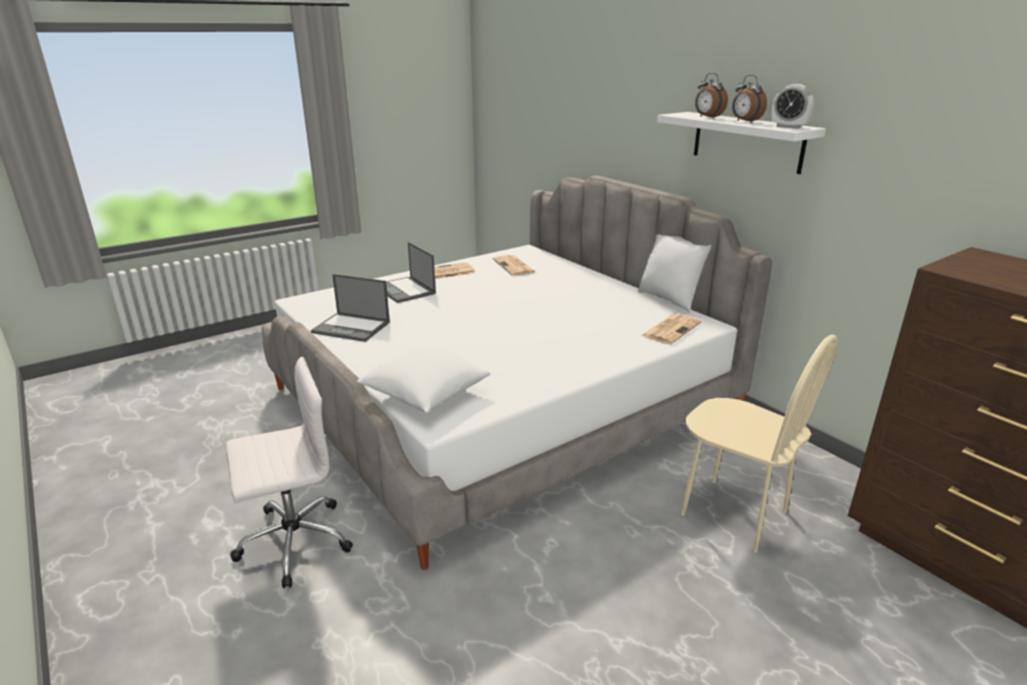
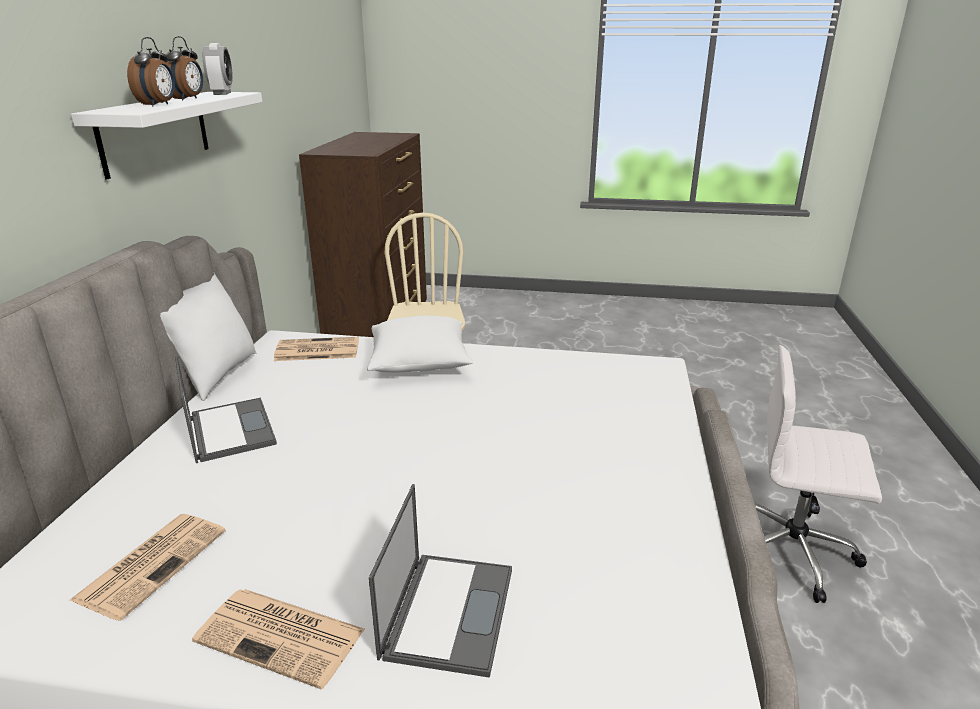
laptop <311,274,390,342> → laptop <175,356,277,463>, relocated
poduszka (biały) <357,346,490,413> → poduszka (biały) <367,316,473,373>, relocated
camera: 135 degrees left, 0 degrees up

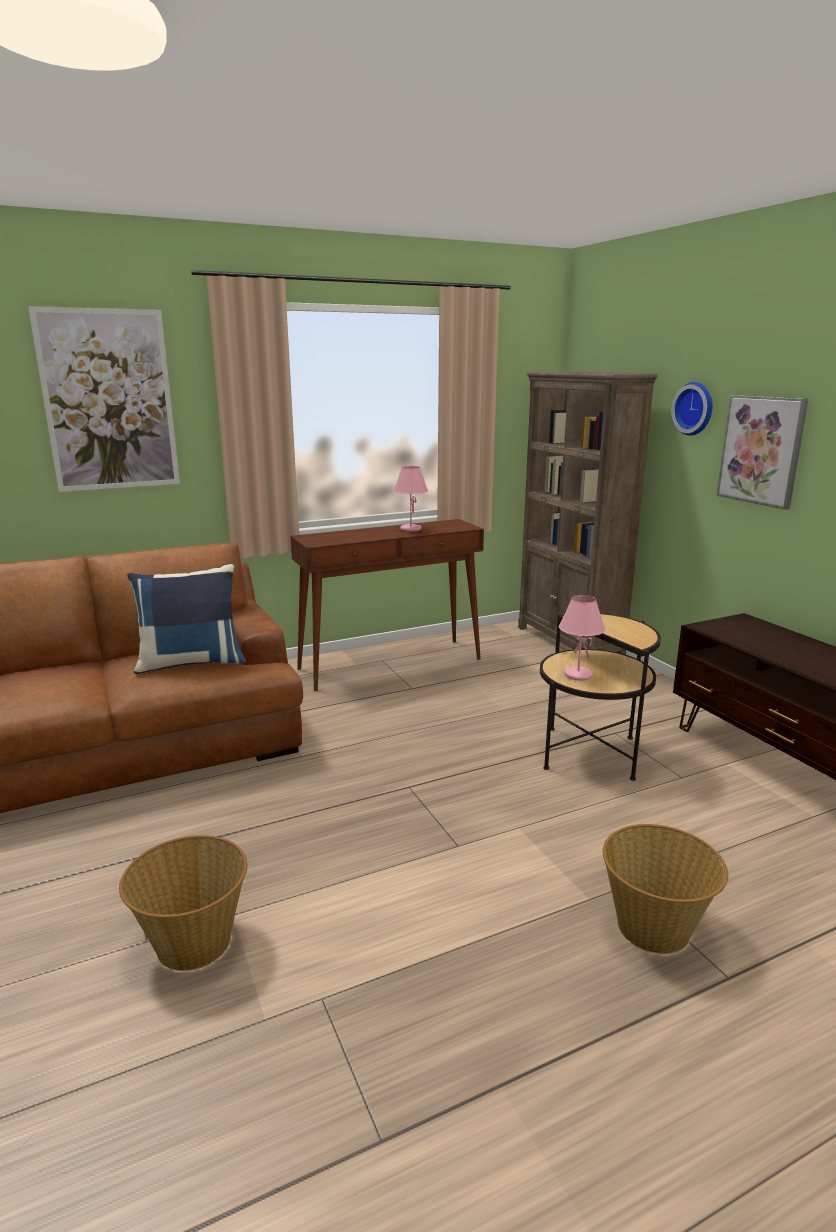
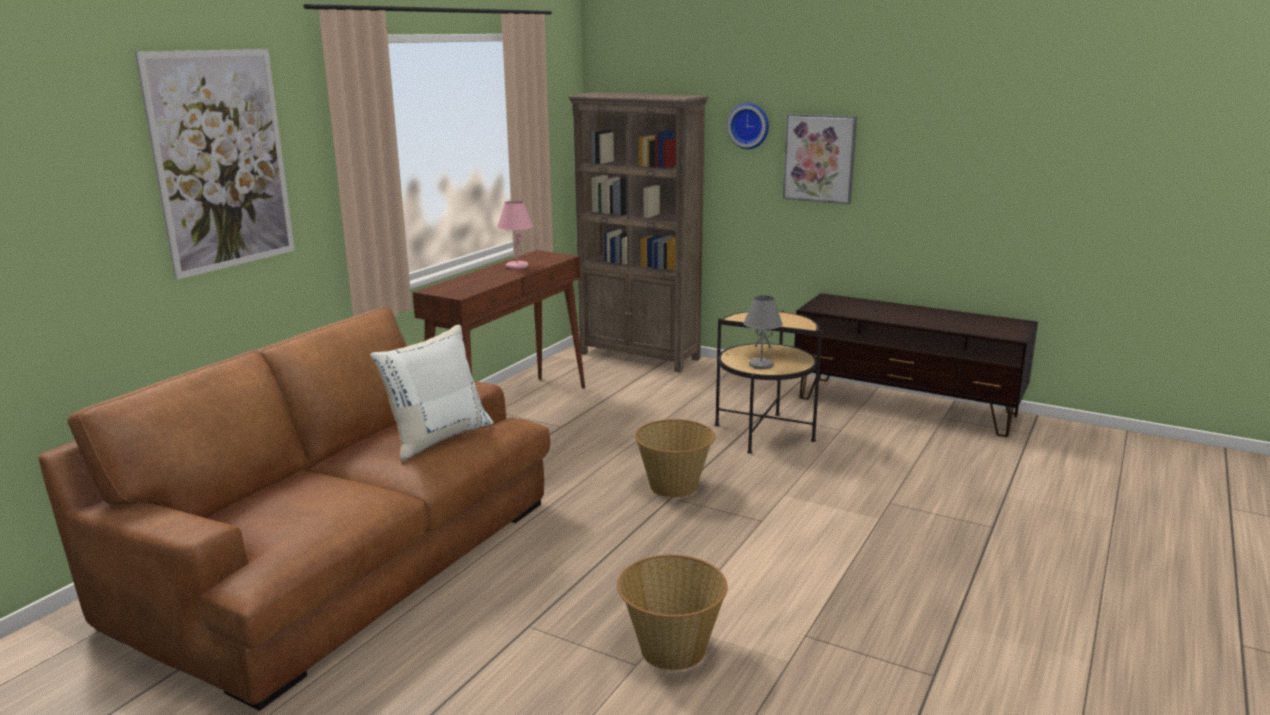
poduszka (niebieski) <127,564,246,674> → poduszka (biały) <370,325,494,461>
lampa stołowa (różowy) <559,595,605,680> → lampa stołowa (szary) <743,295,783,369>
koszyk <603,824,728,954> → koszyk <635,419,715,498>, relocated
camera: 35 degrees left, 0 degrees up

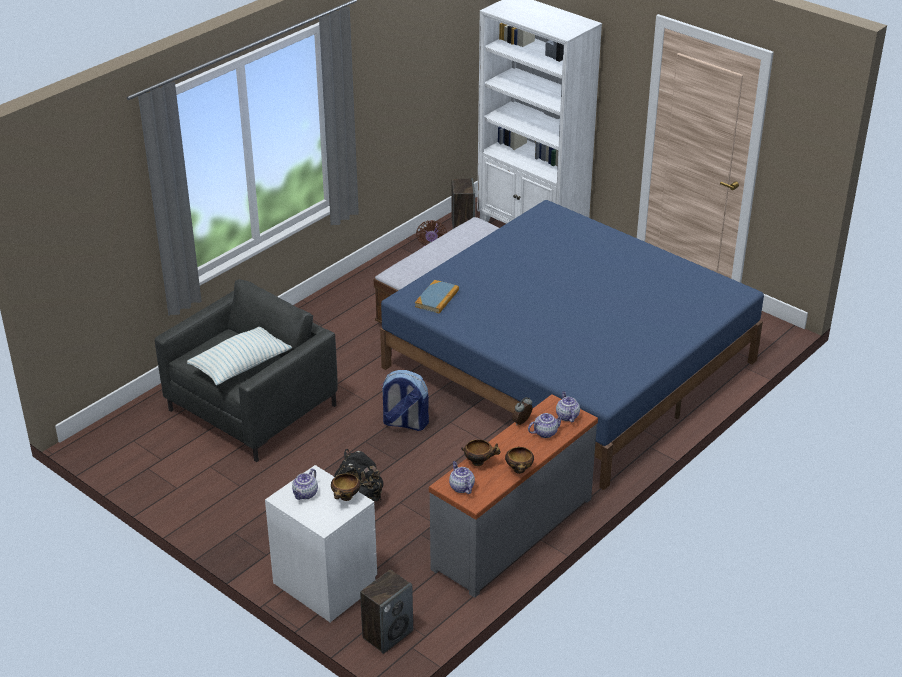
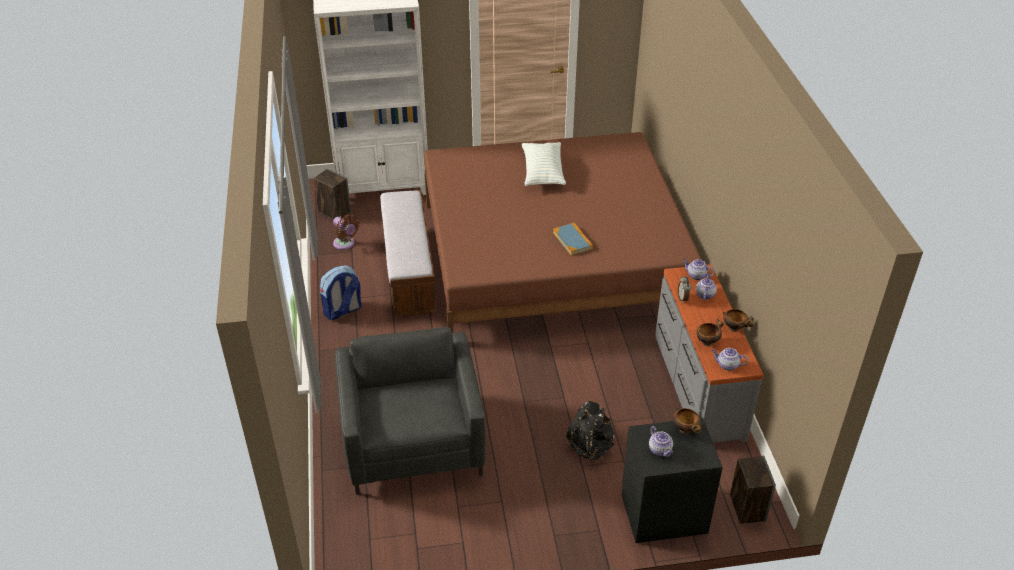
poduszka <187,327,292,385> → poduszka <522,142,566,186>, relocated
szafka nocna (biały) <265,465,377,622> → szafka nocna (czarny) <622,418,723,543>
łóżko (niebieski) <380,200,764,490> → łóżko (brązowy) <424,132,702,333>
plecak <381,370,429,431> → plecak <320,265,362,320>, relocated
książka <415,280,459,313> → książka <553,223,593,256>, relocated
camera: 50 degrees left, 5 degrees up

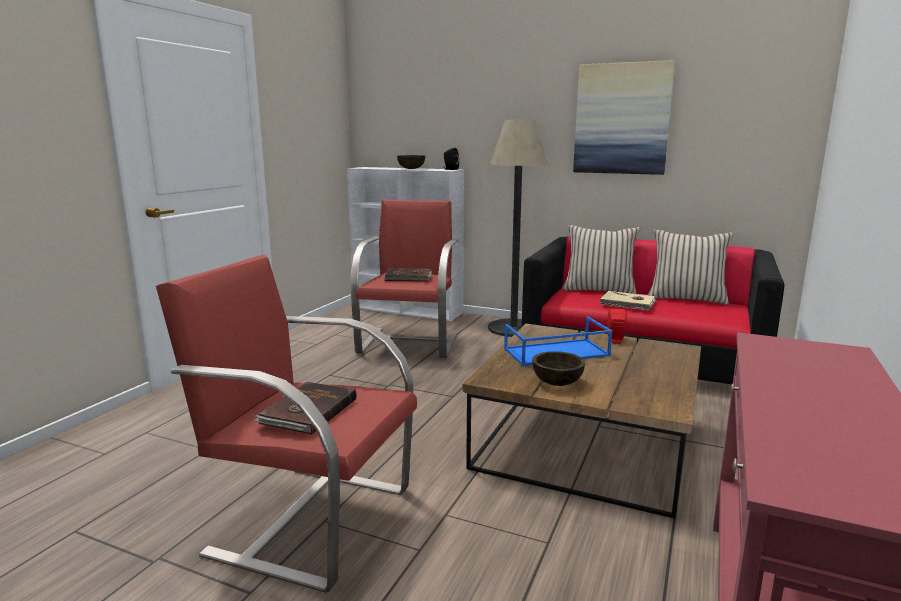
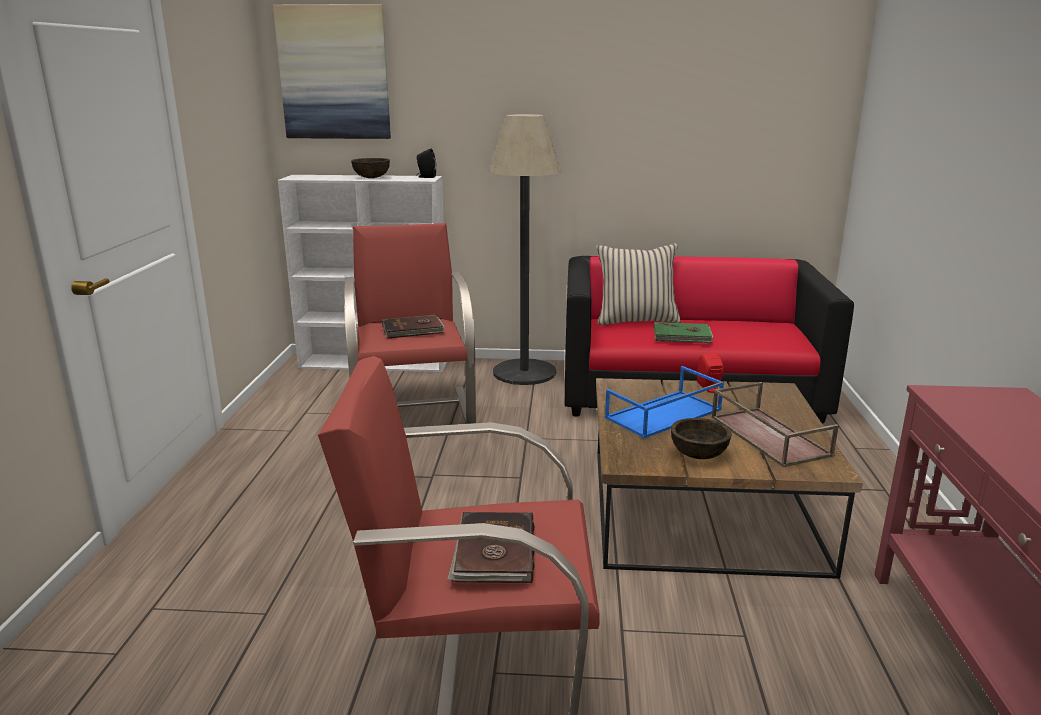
obraz <573,60,675,175> → obraz <273,4,391,139>, relocated
książka (beżowy) <599,291,656,311> → książka (zielony) <654,322,714,343>
poduszka (beżowy) <648,230,734,305> → -
- → taca (brązowy) <711,382,839,468>
camera: 20 degrees left, 5 degrees up

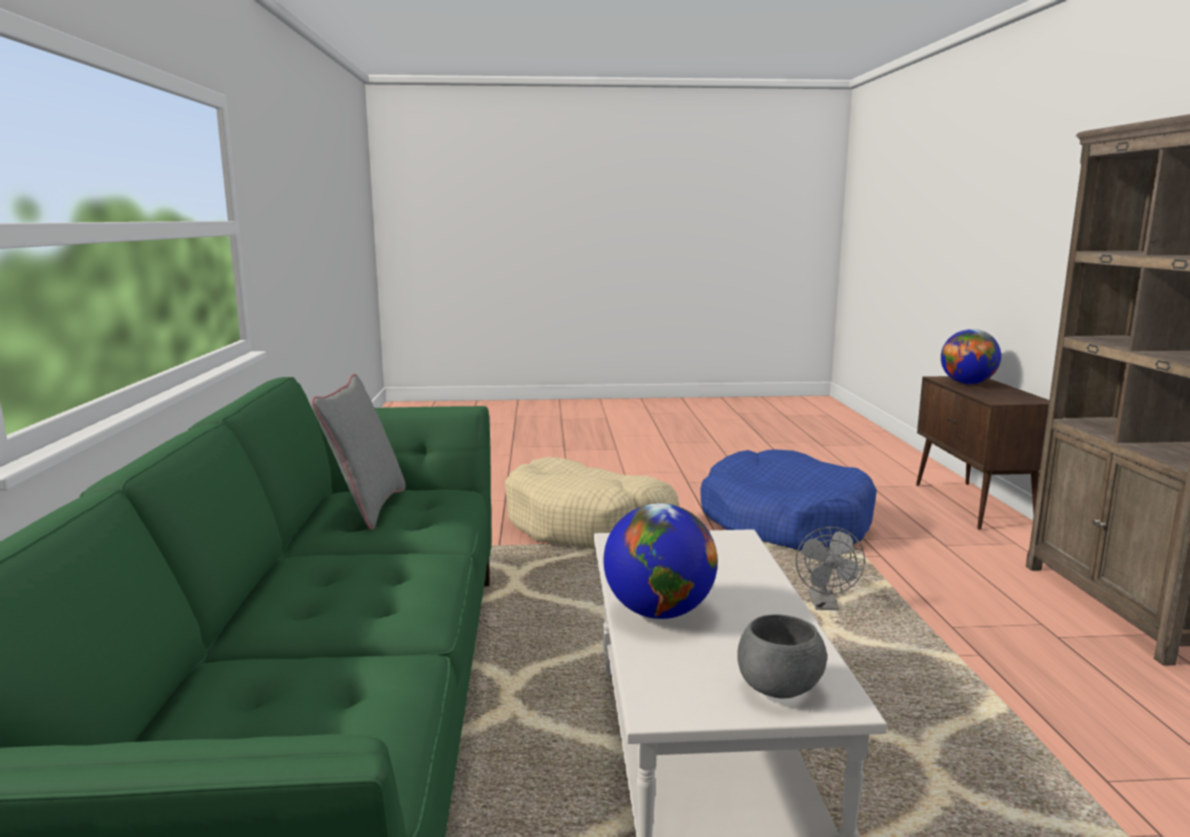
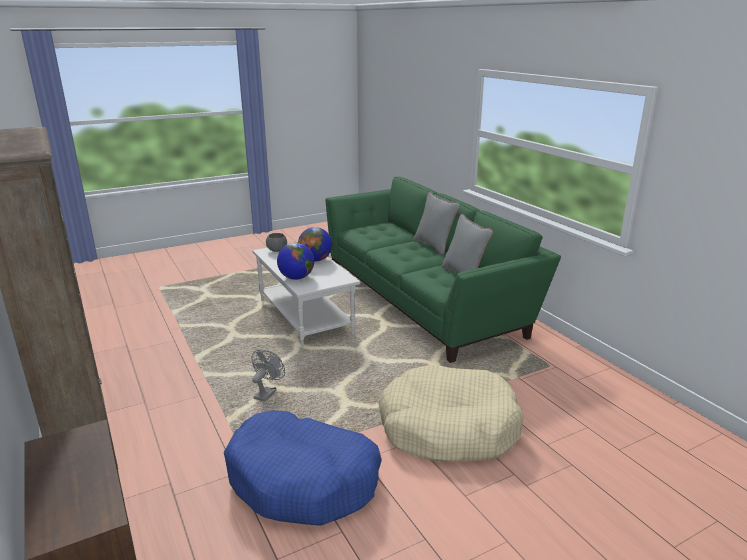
wentylator (szary) <796,527,865,610> → wentylator (szary) <251,350,285,402>, 45 degrees clockwise
globus <941,329,1001,384> → globus <277,243,314,280>, relocated
- → poduszka (szary) <414,192,460,255>
camera: 155 degrees right, 10 degrees up

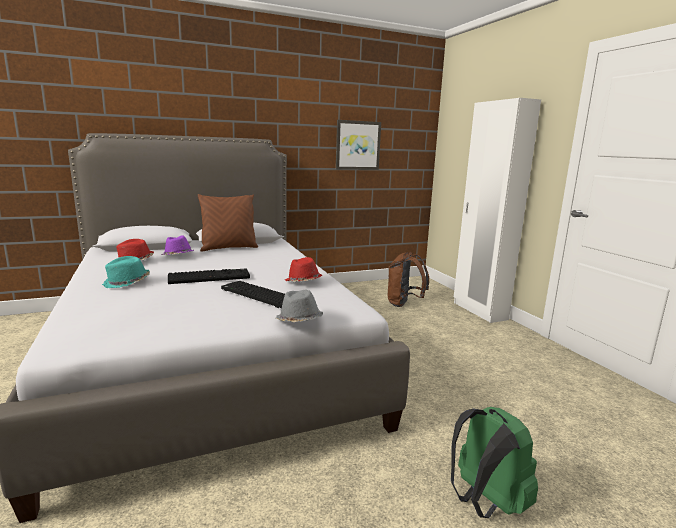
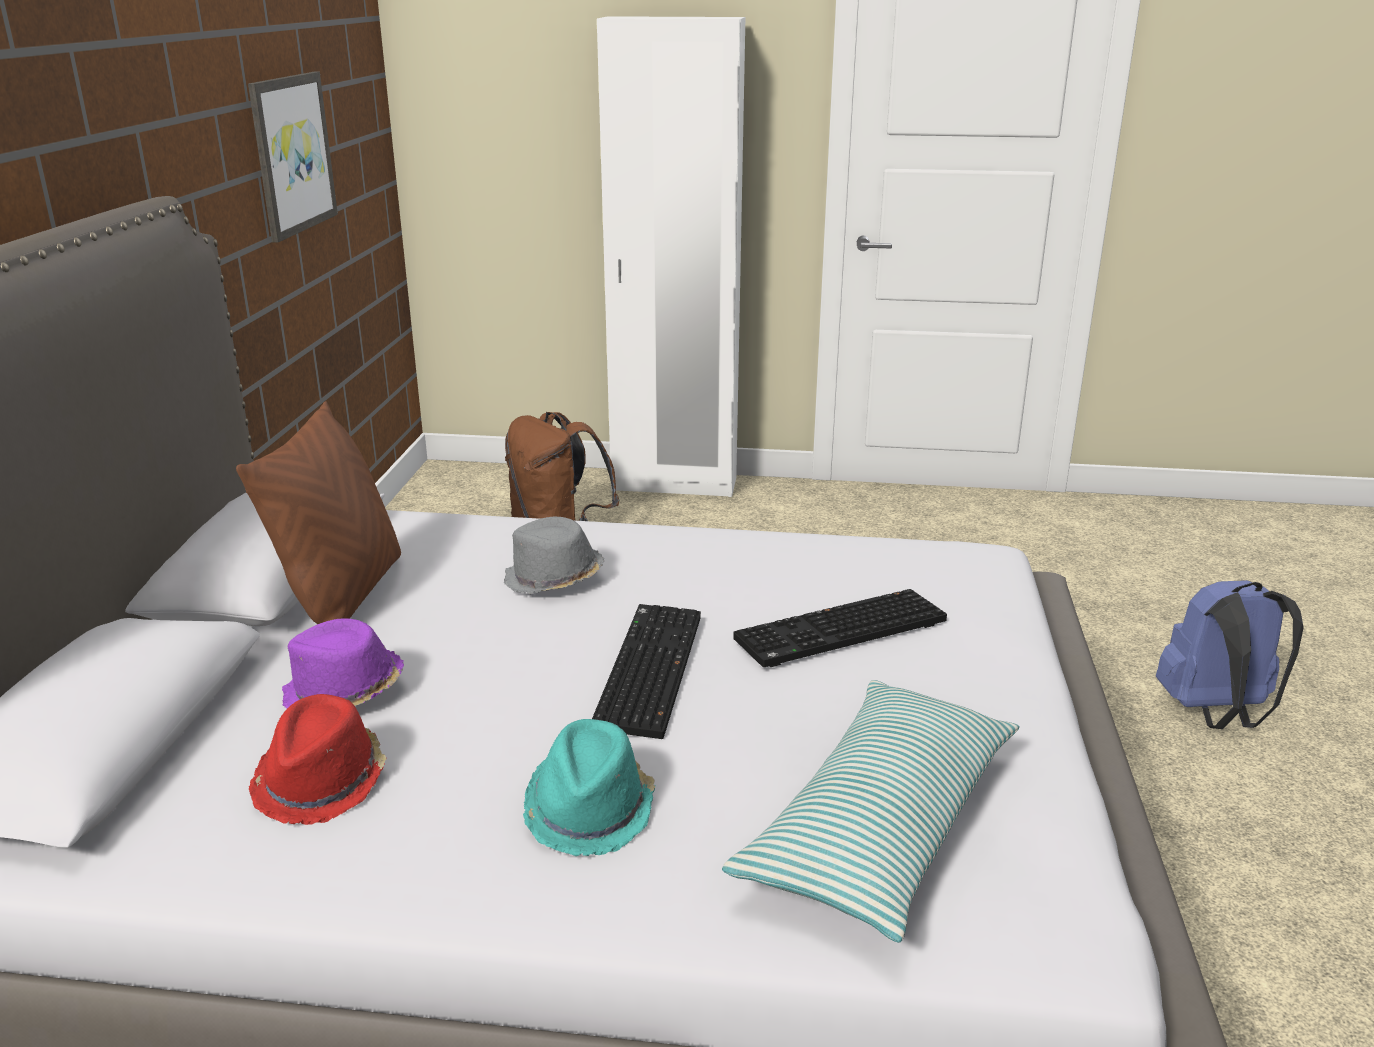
kapelusz (szary) <276,290,323,322> → kapelusz (szary) <504,517,604,594>, relocated
kapelusz (czerwony) <285,257,322,281> → -
plecak (zielony) <451,407,538,518> → plecak (niebieski) <1156,580,1304,729>
- → poduszka <722,680,1019,943>
camera: 60 degrees left, 10 degrees up

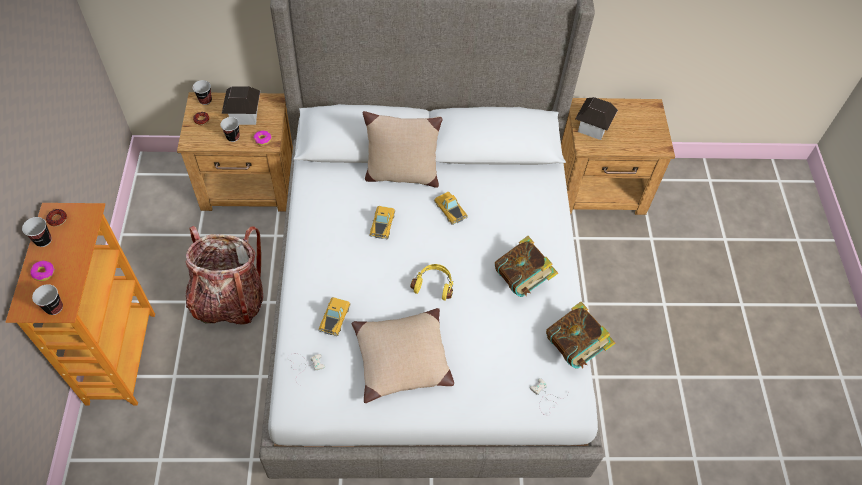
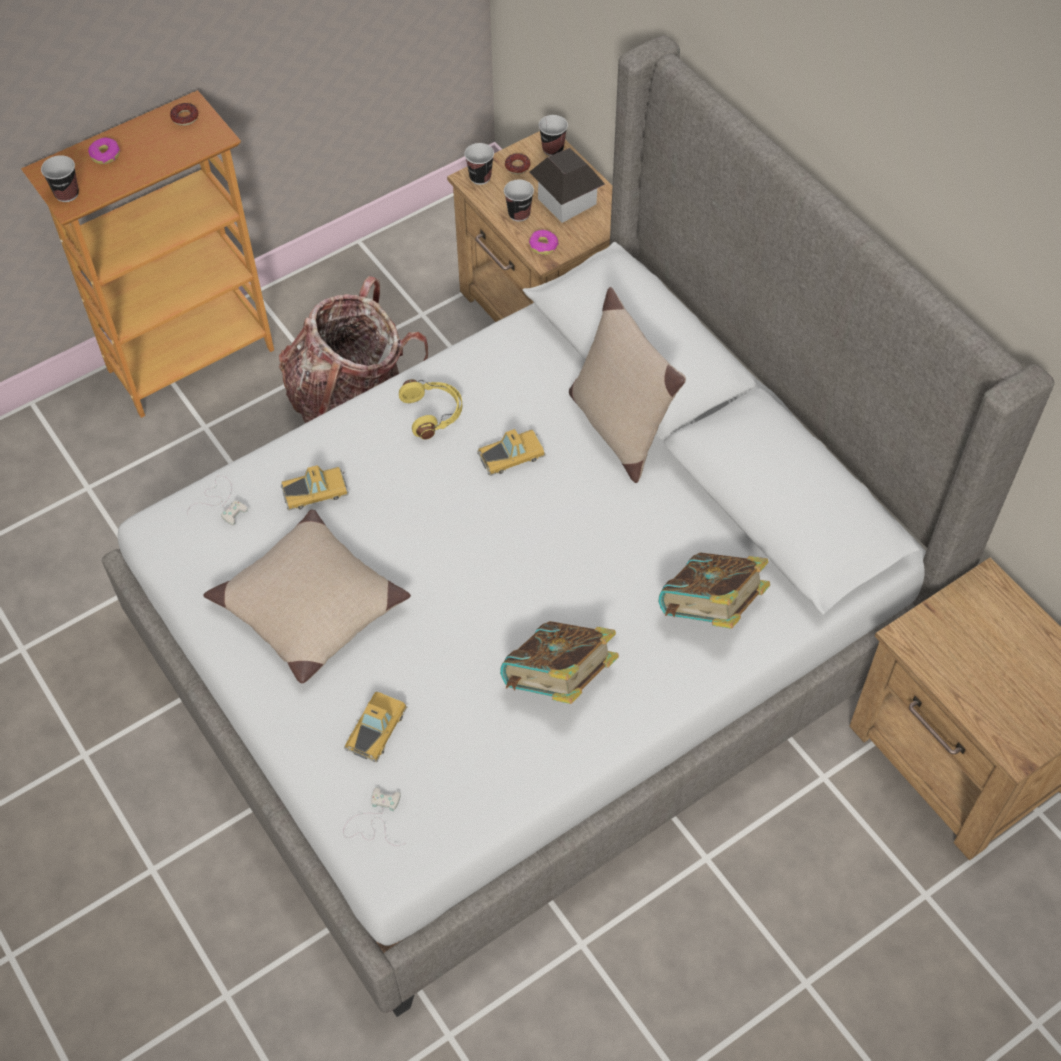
filiżanka <22,217,52,247> → filiżanka <465,143,494,185>, relocated
słuchawki (żółty) <410,264,453,301> → słuchawki (żółty) <399,379,462,440>, relocated
samochodzik <434,192,468,225> → samochodzik <344,692,407,763>, relocated
książka <546,302,616,369> → książka <658,552,770,629>, relocated
domek <575,97,618,140> → -
camera: 60 degrees right, 0 degrees up

